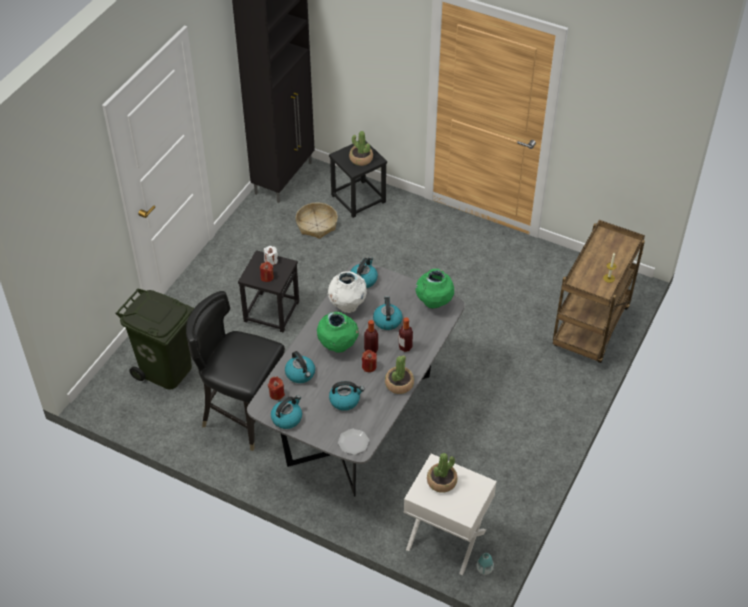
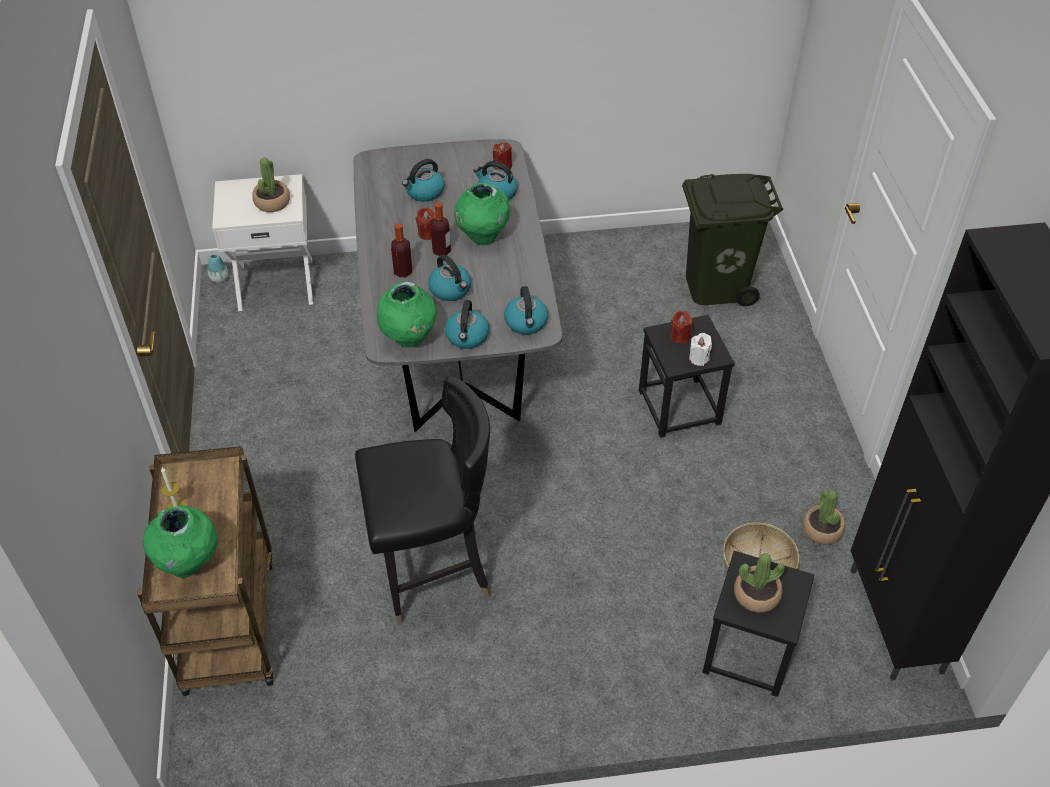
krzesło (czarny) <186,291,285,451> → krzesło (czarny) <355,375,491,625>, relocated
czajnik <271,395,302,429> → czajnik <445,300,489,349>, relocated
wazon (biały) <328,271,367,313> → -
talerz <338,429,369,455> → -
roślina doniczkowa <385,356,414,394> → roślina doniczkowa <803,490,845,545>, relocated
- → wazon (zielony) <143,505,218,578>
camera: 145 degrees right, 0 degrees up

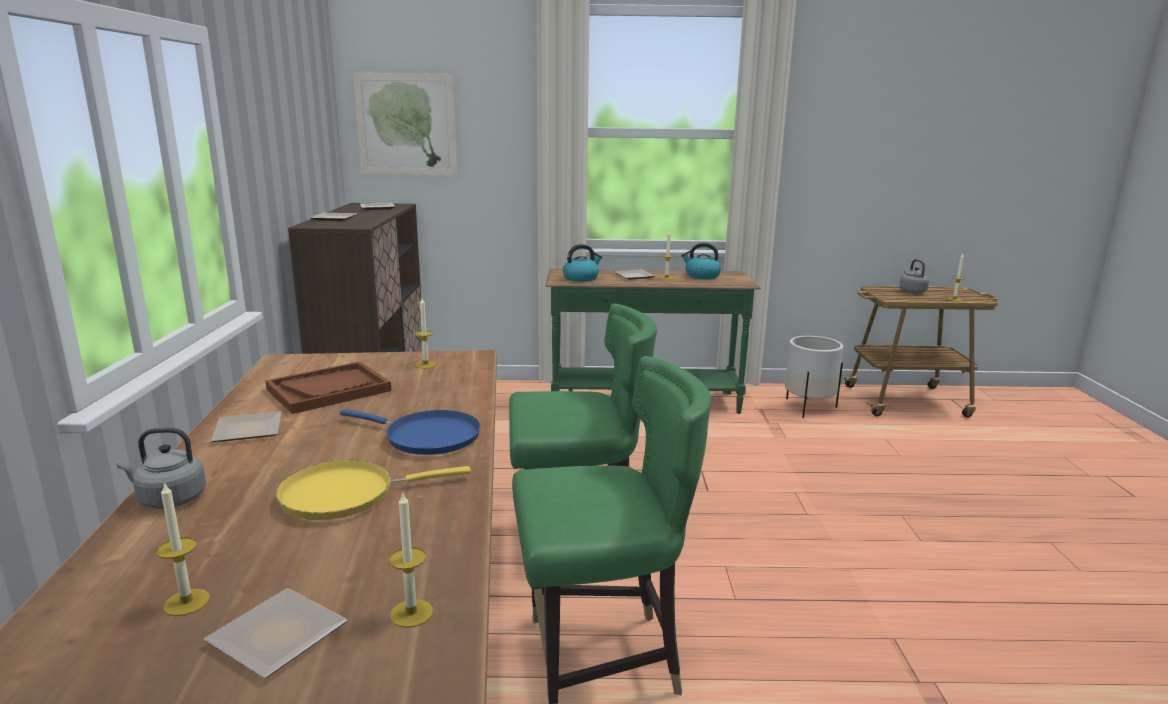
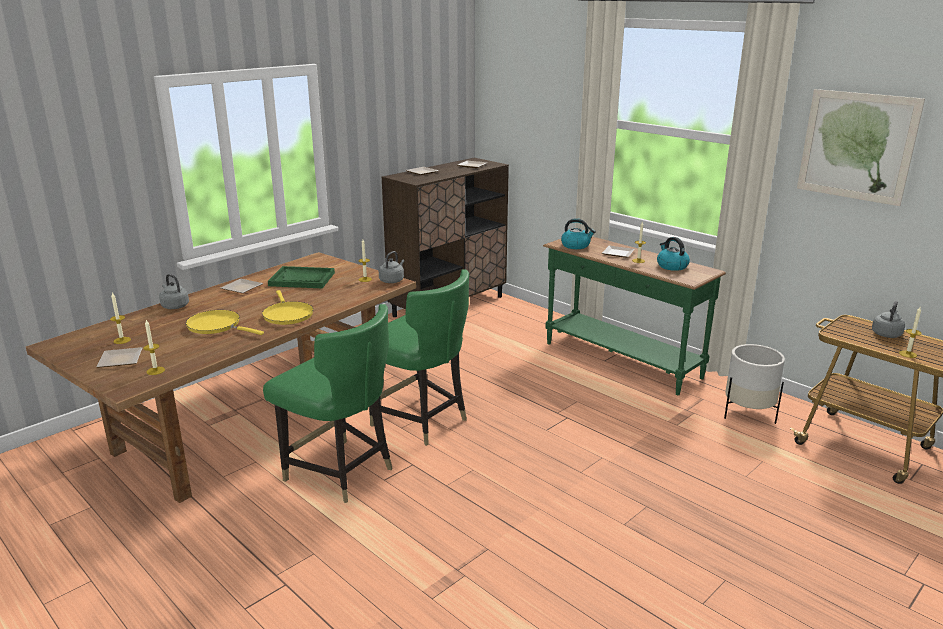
taca (brązowy) <265,361,391,414> → taca (zielony) <268,266,335,289>
patelnia (niebieski) <340,409,481,455> → patelnia (żółty) <262,290,313,325>
obraz <353,73,457,176> → obraz <797,89,925,206>, relocated
- → czajnik (szary) <379,251,404,283>
camera: 45 degrees right, 5 degrees up

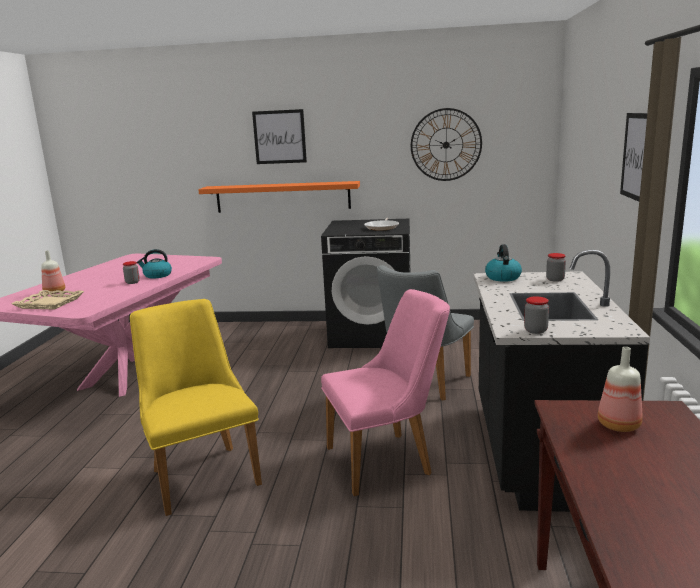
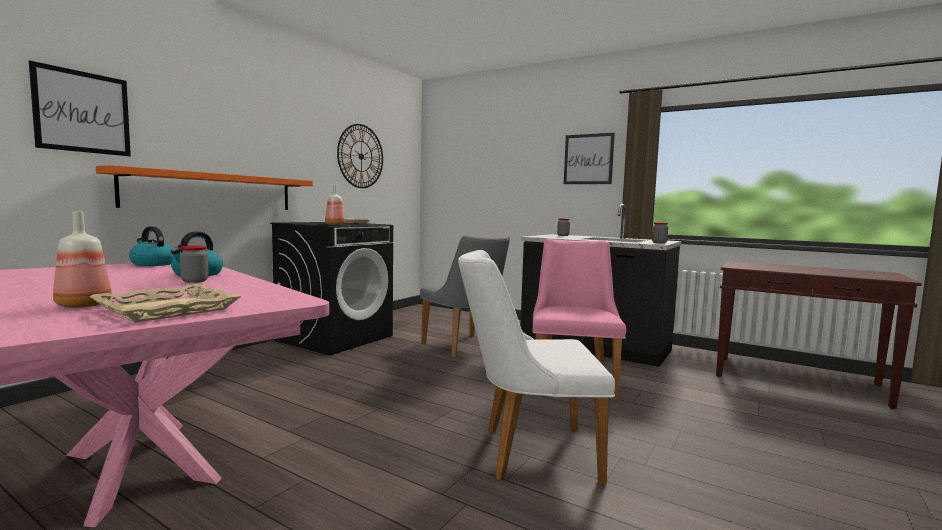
krzesło (żółty) <130,299,262,516> → krzesło (biały) <458,250,615,484>
obraz <252,109,307,164> → obraz <29,60,131,156>, relocated
czajnik <485,244,522,282> → czajnik <129,227,174,266>, relocated
butelka <598,347,642,432> → butelka <325,185,345,225>, relocated
camera: 65 degrees left, 10 degrees down

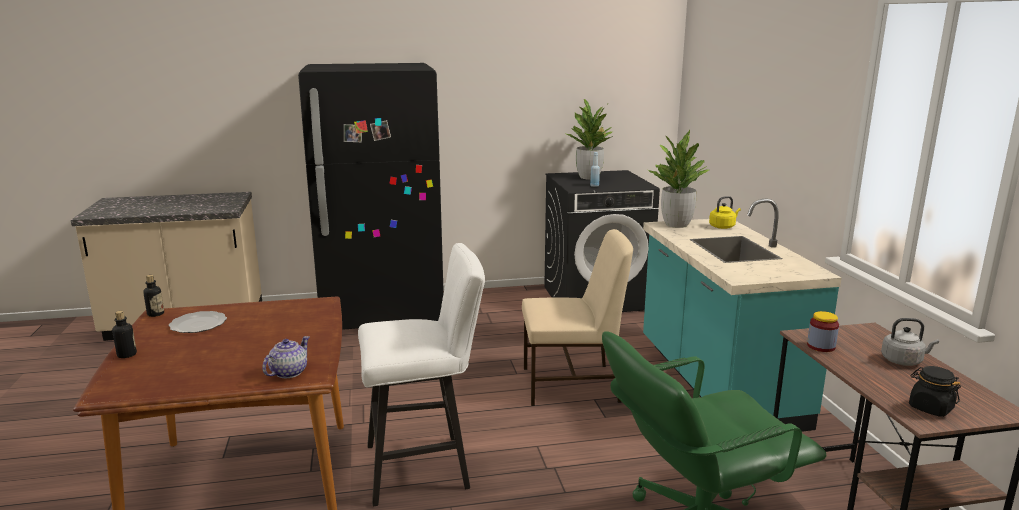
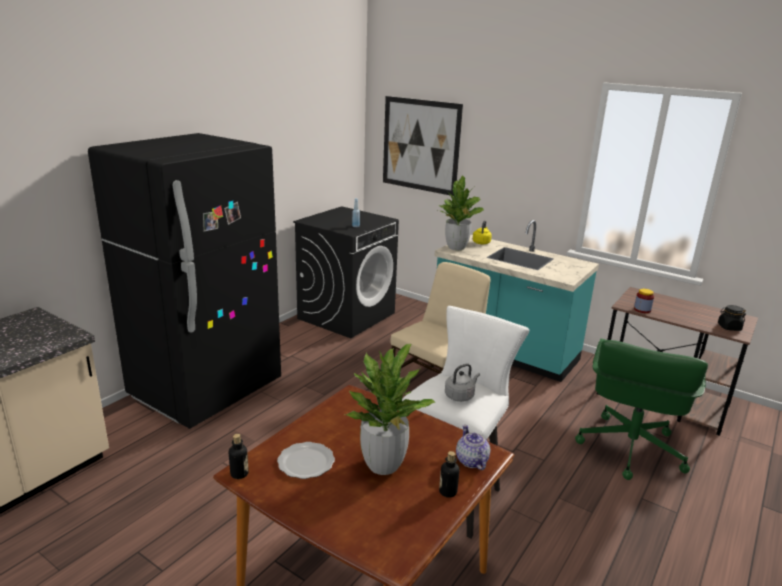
butelka <112,311,137,358> → butelka <439,451,459,498>, relocated
roślina doniczkowa <565,99,613,180> → roślina doniczkowa <345,344,435,475>, relocated
czajnik (szary) <881,318,939,366> → czajnik (szary) <445,363,480,402>, relocated
- → obraz <383,96,463,196>
camera: 45 degrees left, 5 degrees up

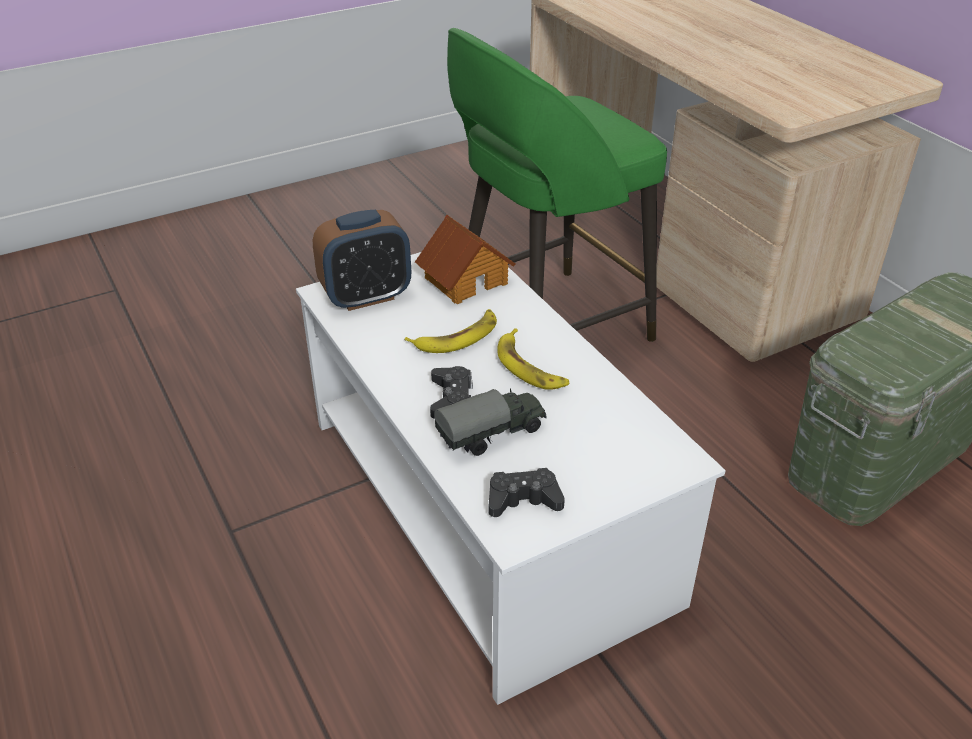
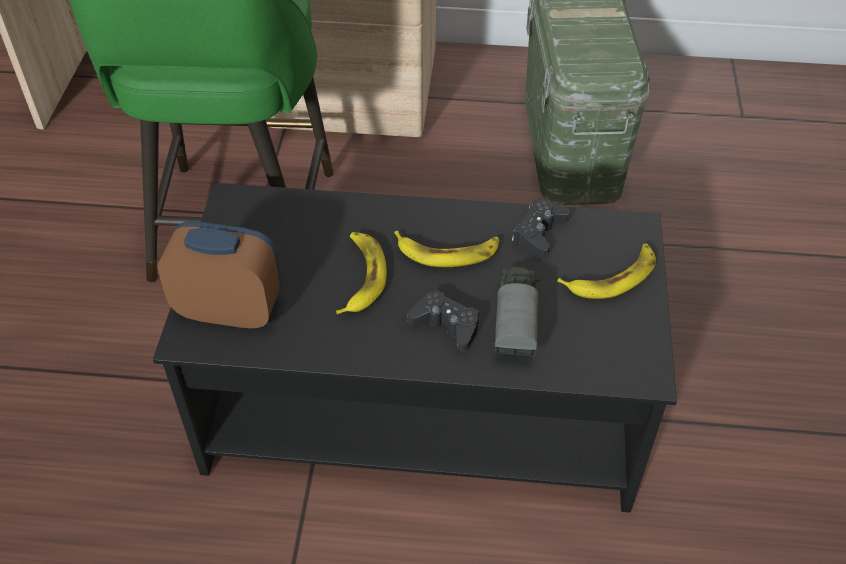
ława (biały) <296,252,726,705> → ława (czarny) <153,183,677,513>
budzik <313,210,411,311> → budzik <158,221,281,329>, 90 degrees counterclockwise
domek <415,215,515,304> → -
pad do gier (czarny) <489,468,565,517> → pad do gier (czarny) <512,199,570,257>, relocated
- → banan <557,243,656,299>
camera: 55 degrees left, 10 degrees up

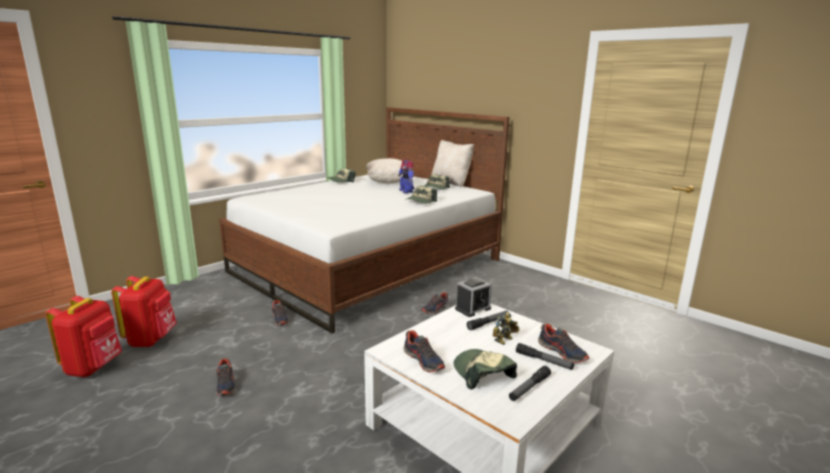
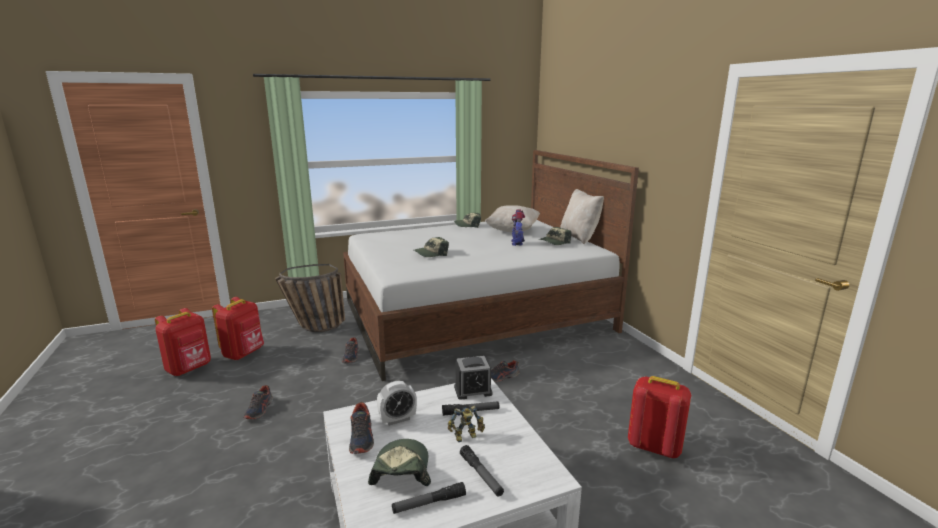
czapka z daszkiem <405,186,437,204> → czapka z daszkiem <414,237,449,257>, relocated
but <538,323,589,363> → -
- → koszyk <275,264,345,332>
- → budzik <377,381,417,426>
- → plecak (czerwony) <628,376,691,458>
camera: 25 degrees right, 0 degrees up

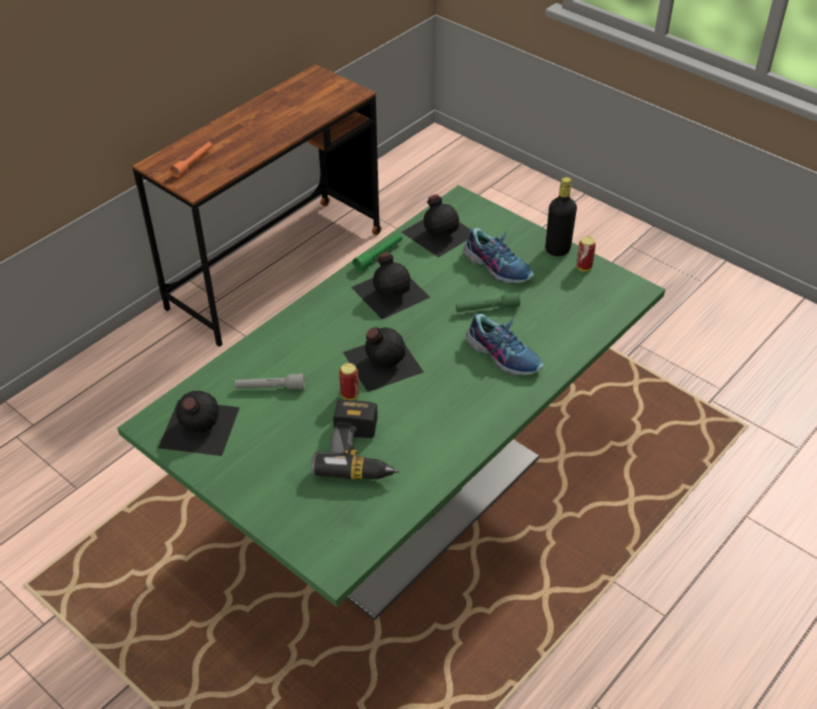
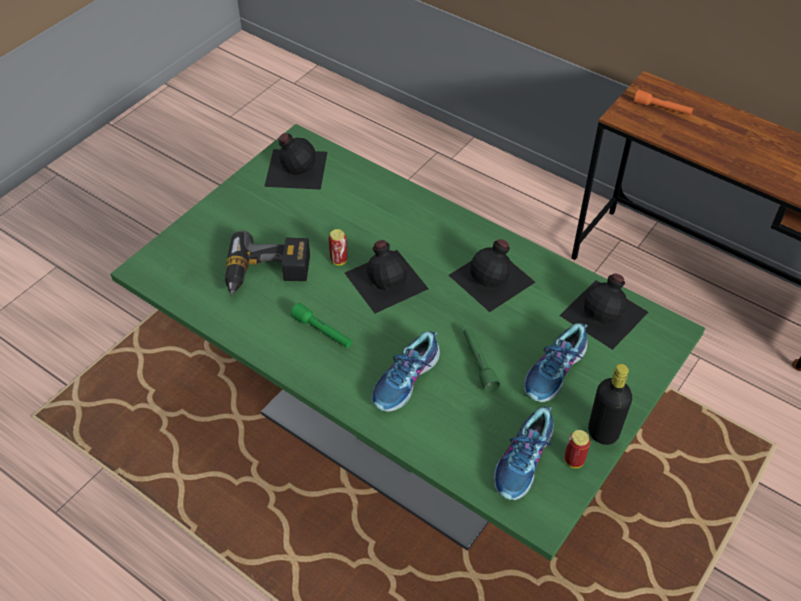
latarka (szary) <235,373,305,390> → -
latarka (zielony) <353,233,402,271> → latarka (zielony) <290,303,352,348>, relocated
- → but <494,406,553,500>
camera: 85 degrees right, 5 degrees up

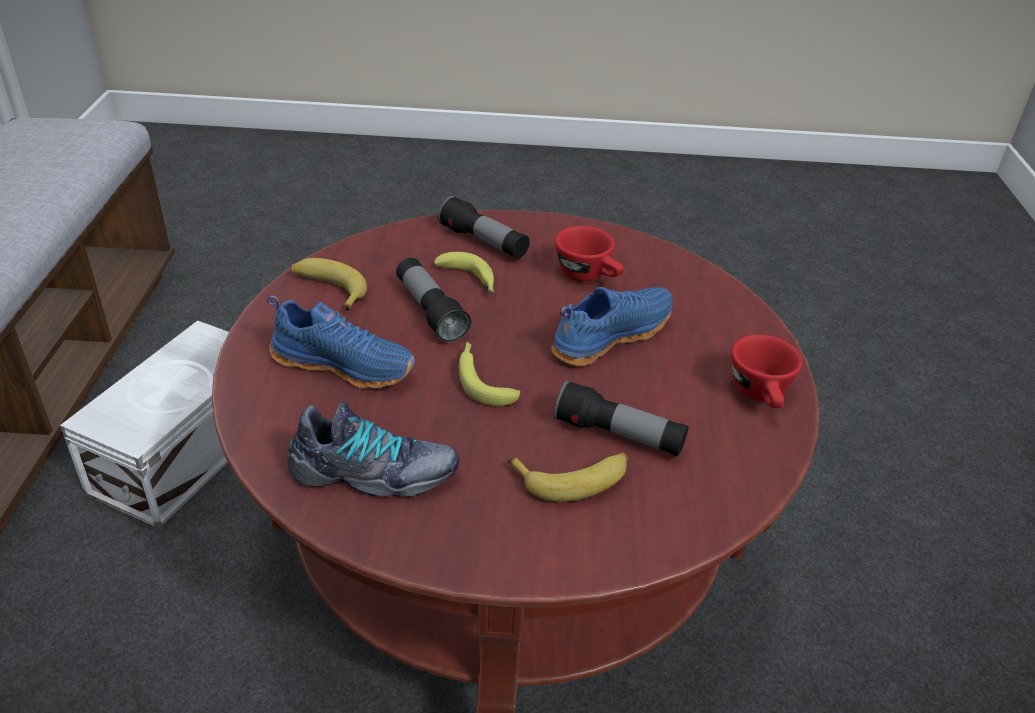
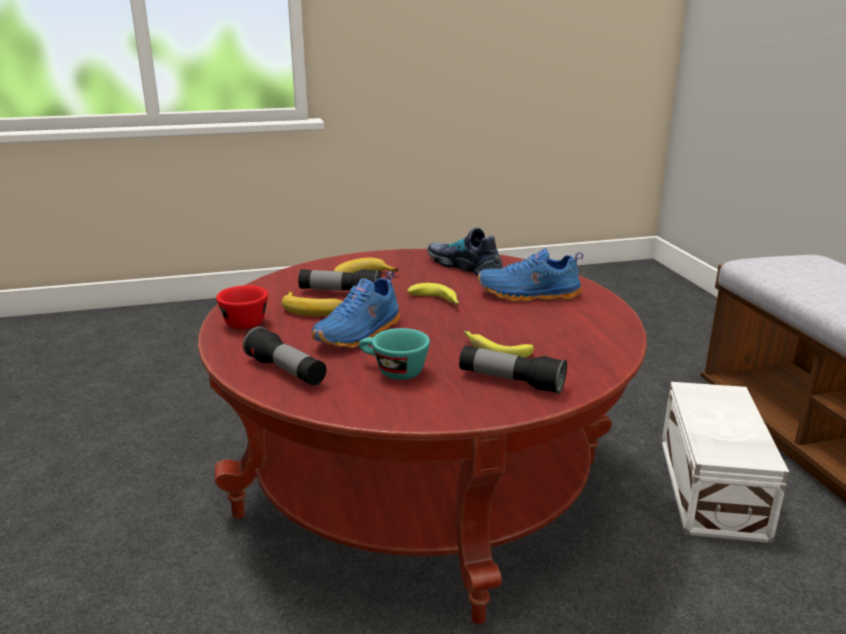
but <288,402,459,497> → but <427,228,503,276>, 60 degrees clockwise
banan <291,258,367,311> → banan <281,291,343,316>, relocated
latarka <396,258,471,343> → latarka <243,327,326,386>, relocated
filiżanka (czerwony) <555,226,624,282> → filiżanka (turkusowy) <359,328,430,380>
camera: 165 degrees right, 15 degrees down

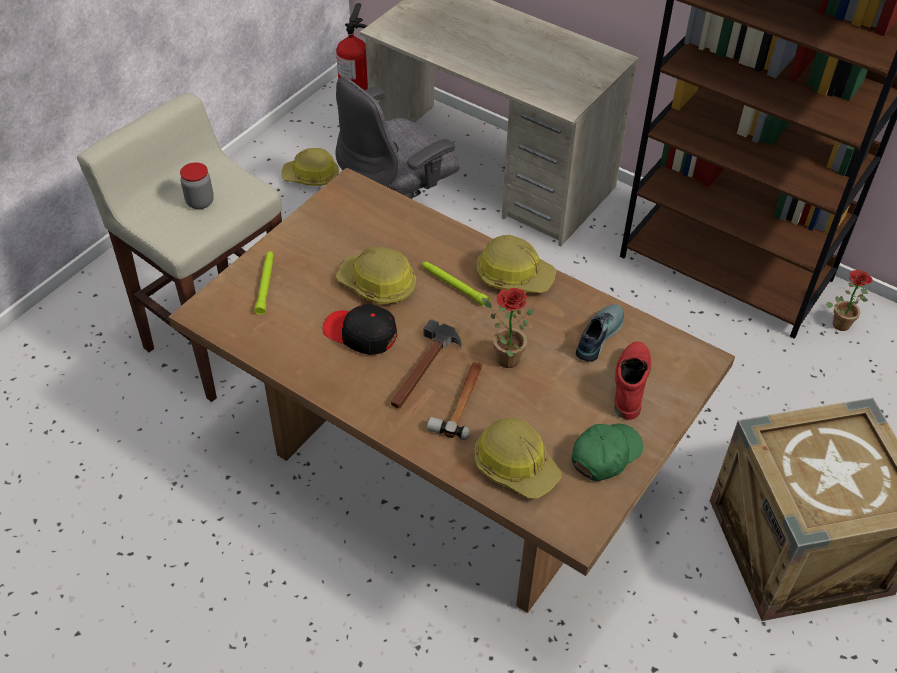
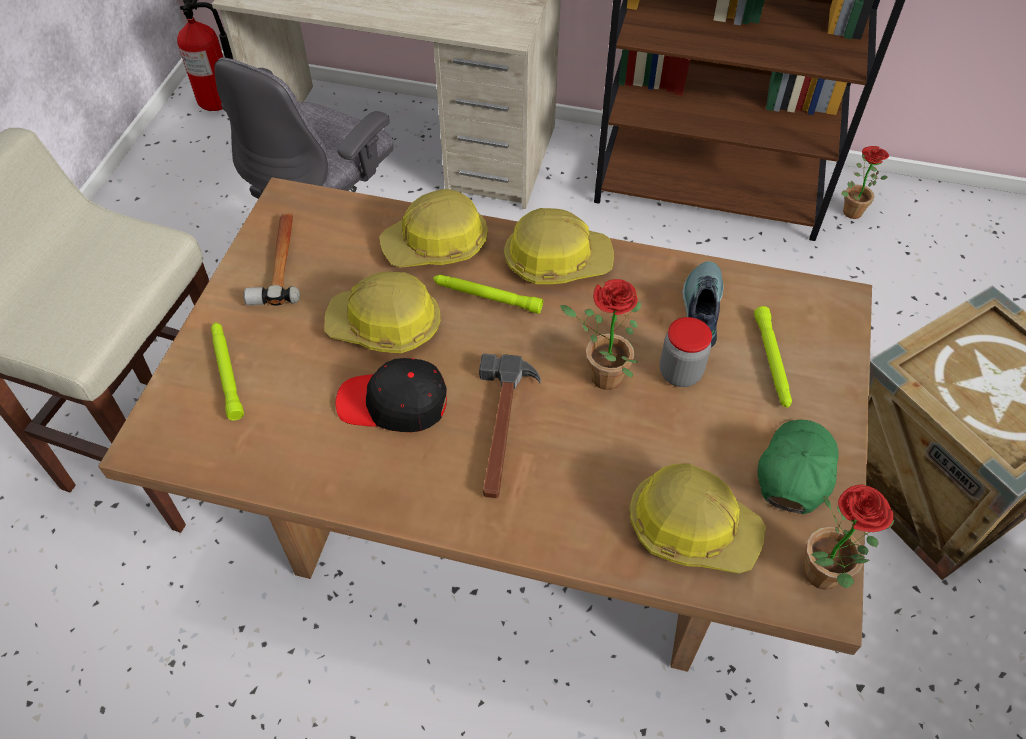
słoik <180,162,214,209> → słoik <660,317,712,387>, relocated
kask <282,148,339,186> → kask <379,189,488,268>, relocated
młotek <426,361,483,440> → młotek <243,213,300,306>, relocated
but z cholewką (czerwony) <614,342,651,420> → latarka (zielony) <754,306,792,408>
- → roślina doniczkowa <804,484,894,590>
camera: 20 degrees left, 5 degrees up

